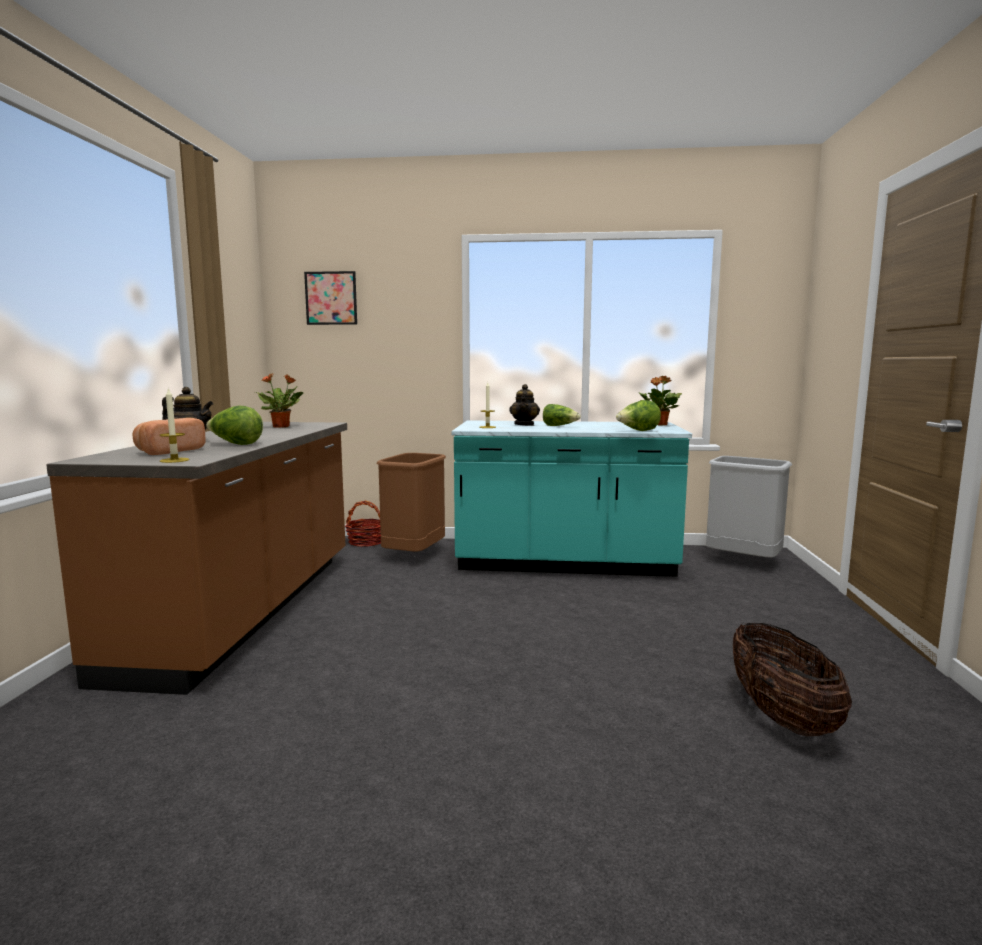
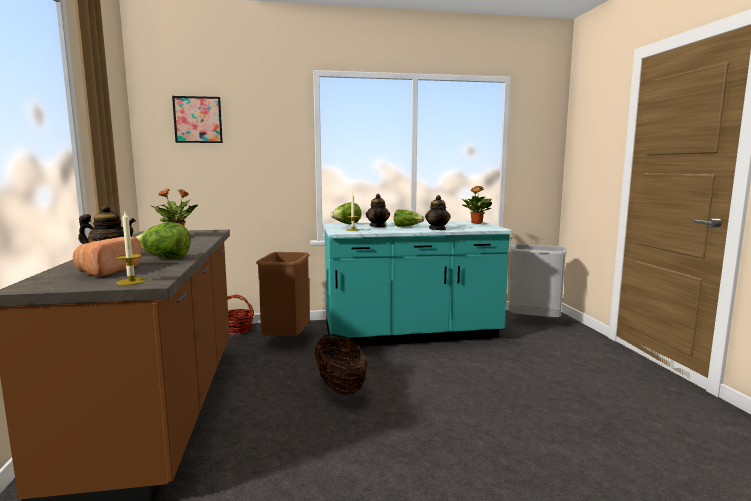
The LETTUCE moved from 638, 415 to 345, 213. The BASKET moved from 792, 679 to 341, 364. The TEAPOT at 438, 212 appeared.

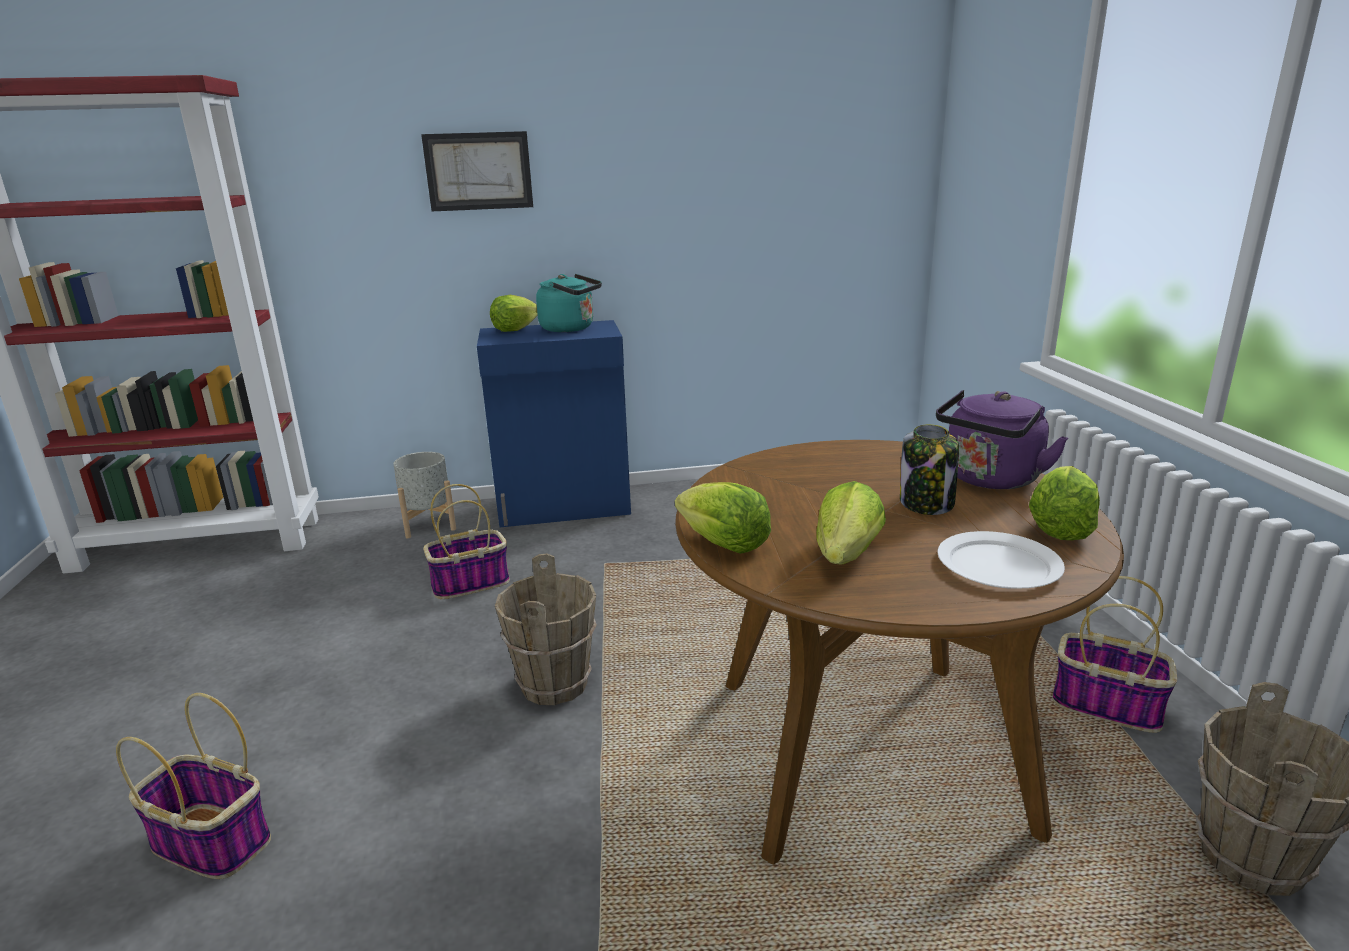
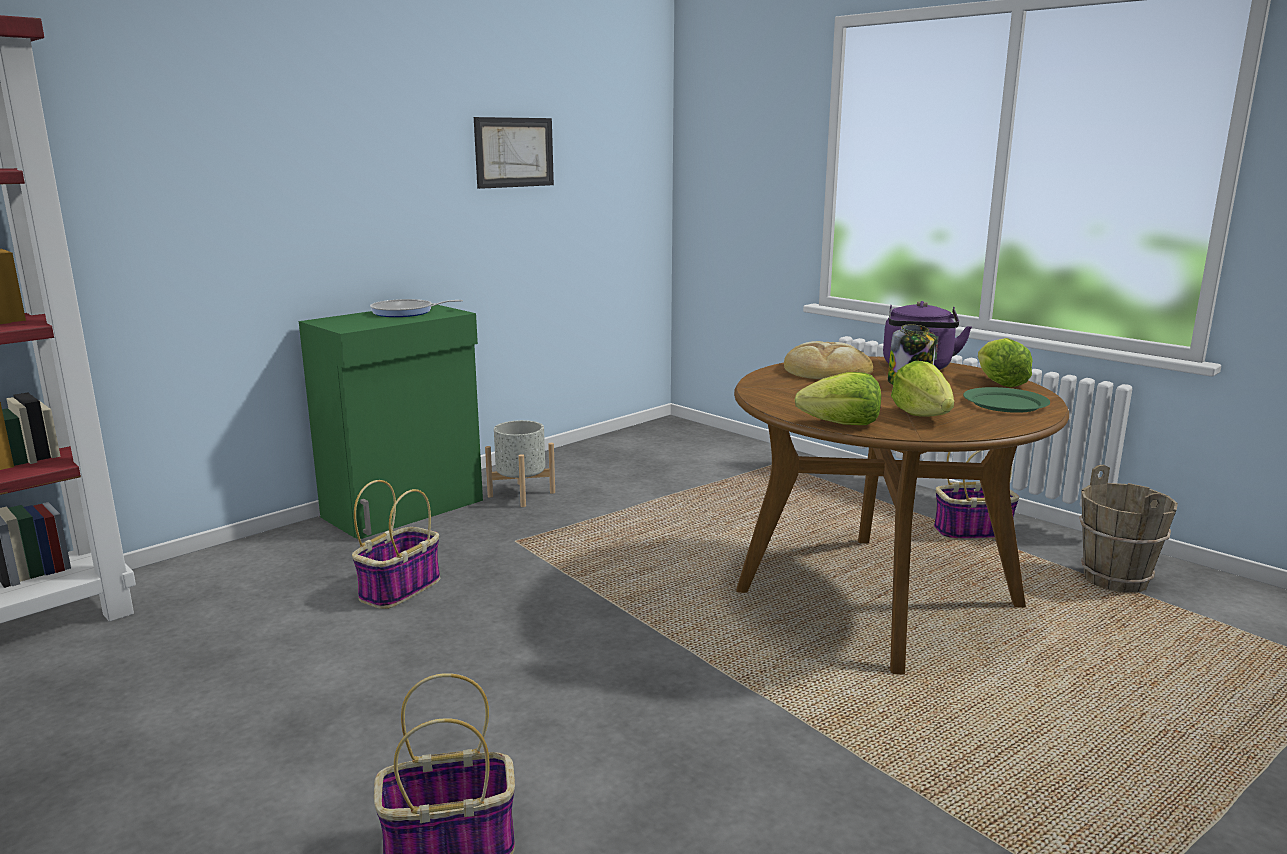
The GREY PLANTER moved from 424, 495 to 520, 463. The PICTURE moved from 477, 171 to 514, 153. The BLUE CABINET at 554, 423 became the GREEN CABINET at 391, 422. The LETTUCE at 514, 313 disappeared. The BROWN BUCKET at 546, 629 disappeared. The TURQUOISE KETTLE at 569, 303 was replaced by the FRYING PAN at 416, 308. The WHITE PLATE at 1001, 560 became the GREEN PLATE at 1006, 400. The BREAD at 828, 360 appeared.

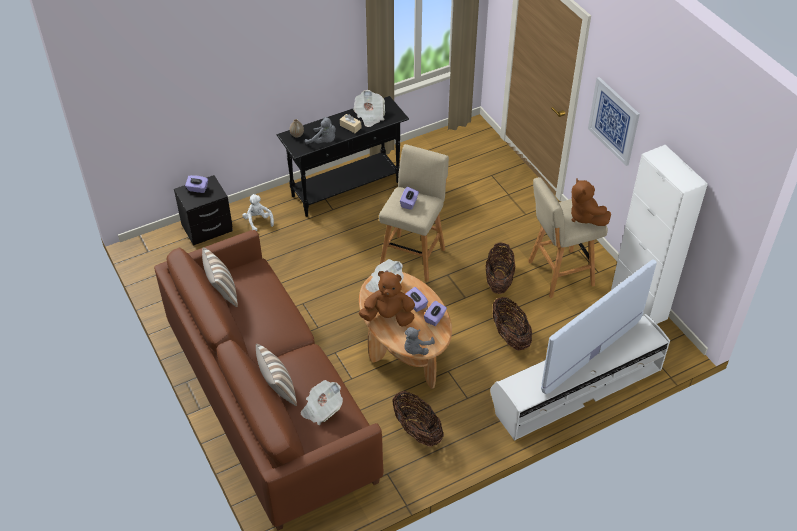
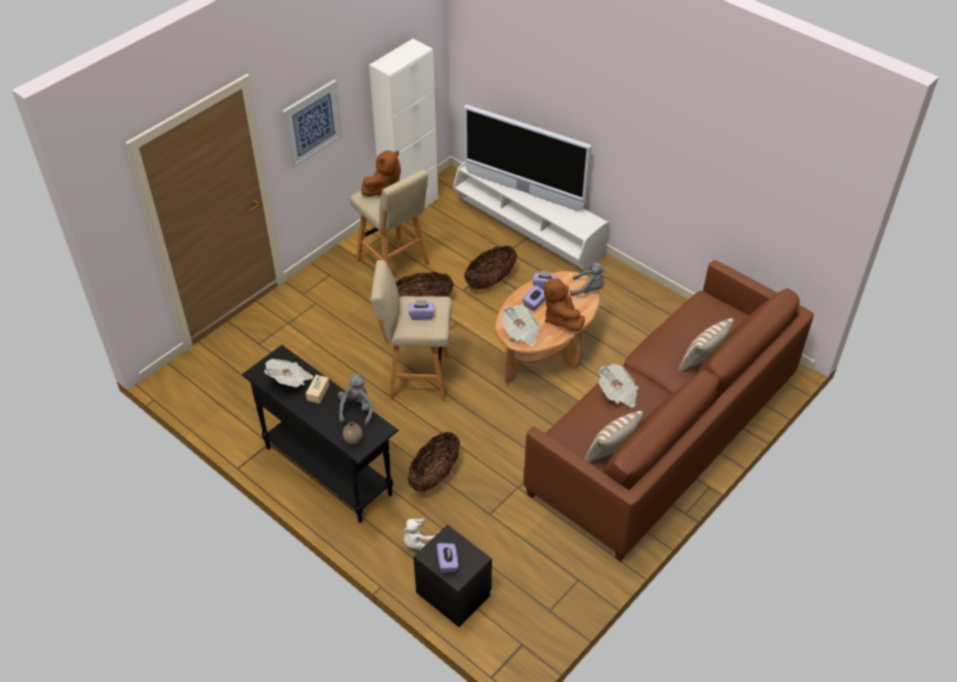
The NEWSPAPER moved from 322, 402 to 619, 386. The BASKET moved from 418, 419 to 434, 462.

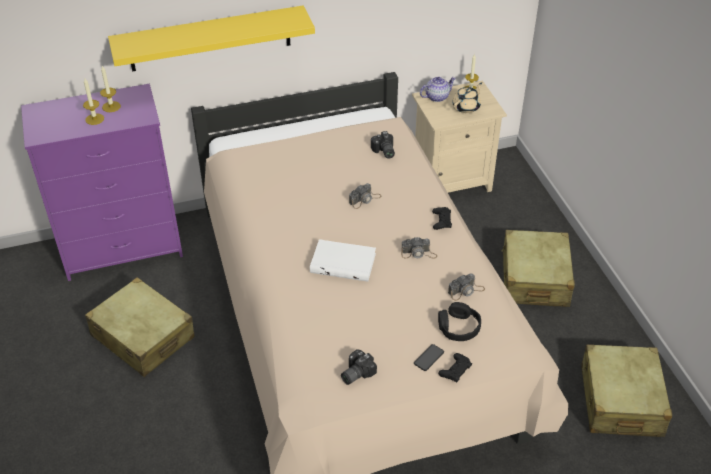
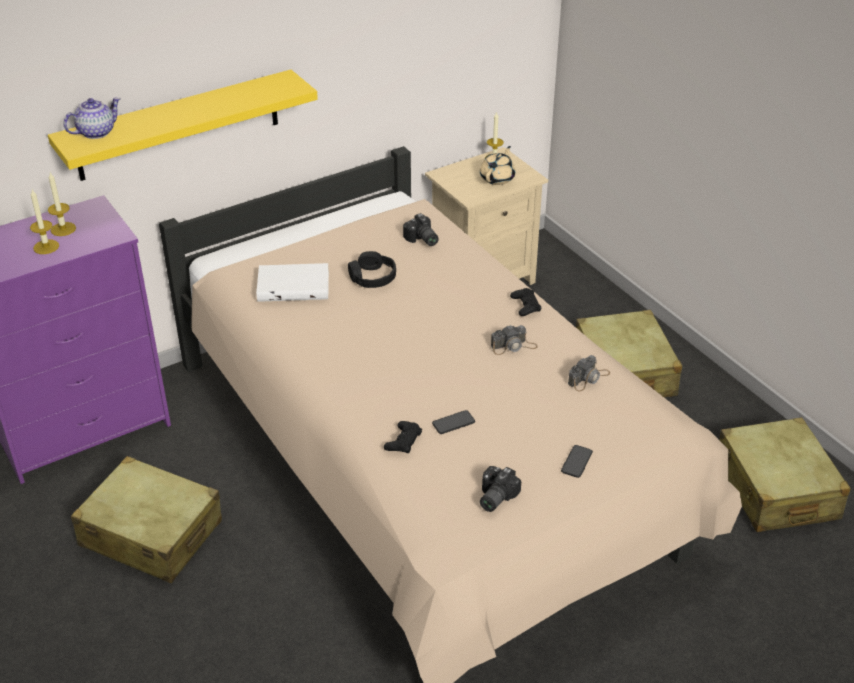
The WHITE BOOK moved from 343, 260 to 292, 282. The PHOTO CAMERA at 365, 196 disappeared. The TEAPOT moved from 438, 89 to 92, 118. The BLACK HEADPHONES moved from 459, 321 to 372, 269. The BLACK GAME CONTROLLER moved from 455, 367 to 403, 437. The PHONE at 453, 422 appeared.

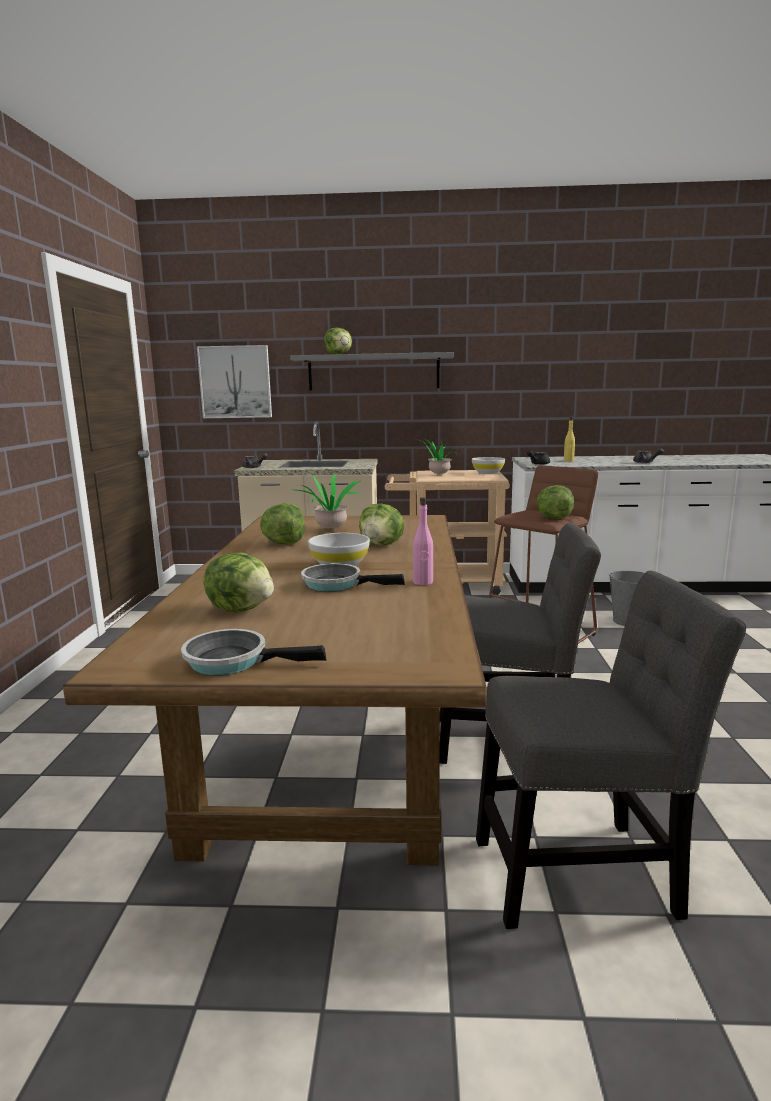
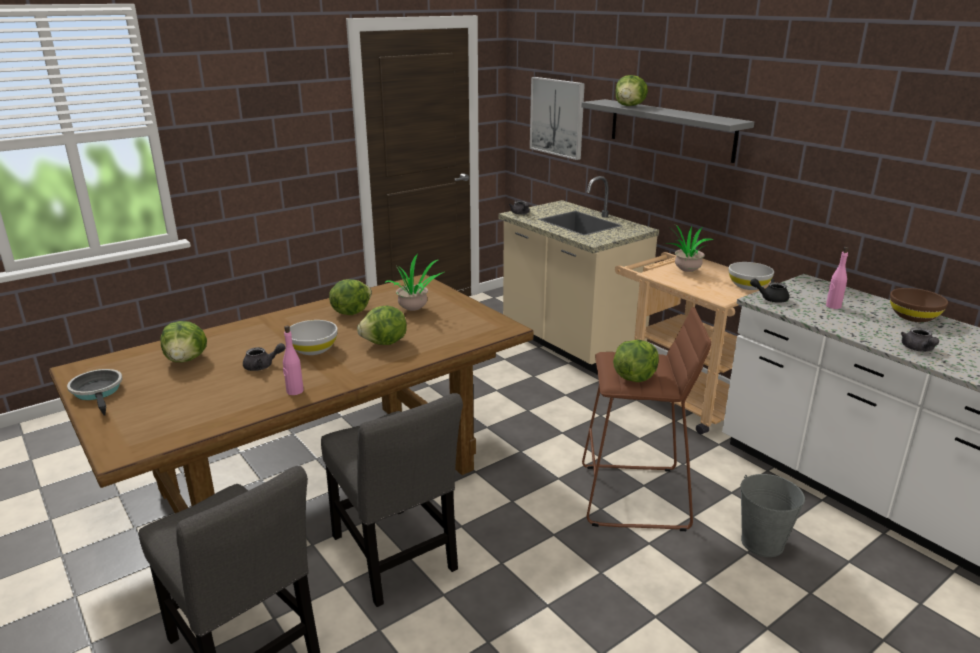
The FRYING PAN at 353, 577 was replaced by the GREY TEAPOT at 264, 357. The YELLOW BOTTLE at 569, 439 became the PINK BOTTLE at 837, 278. The BROWN BOWL at 919, 305 appeared.

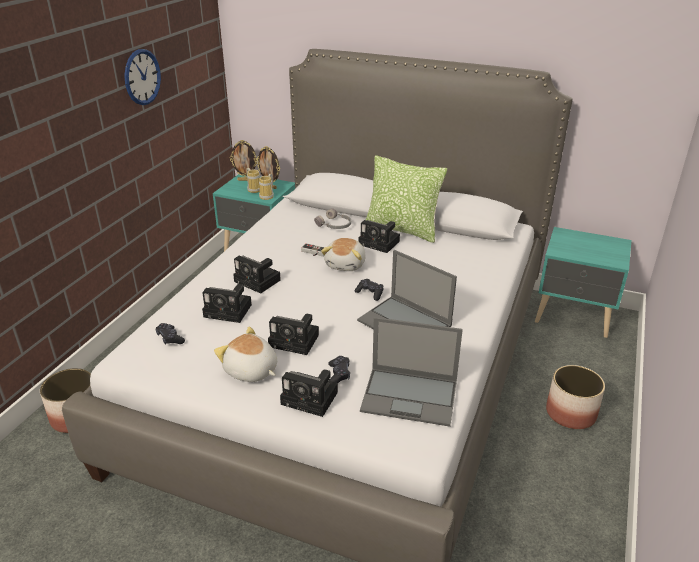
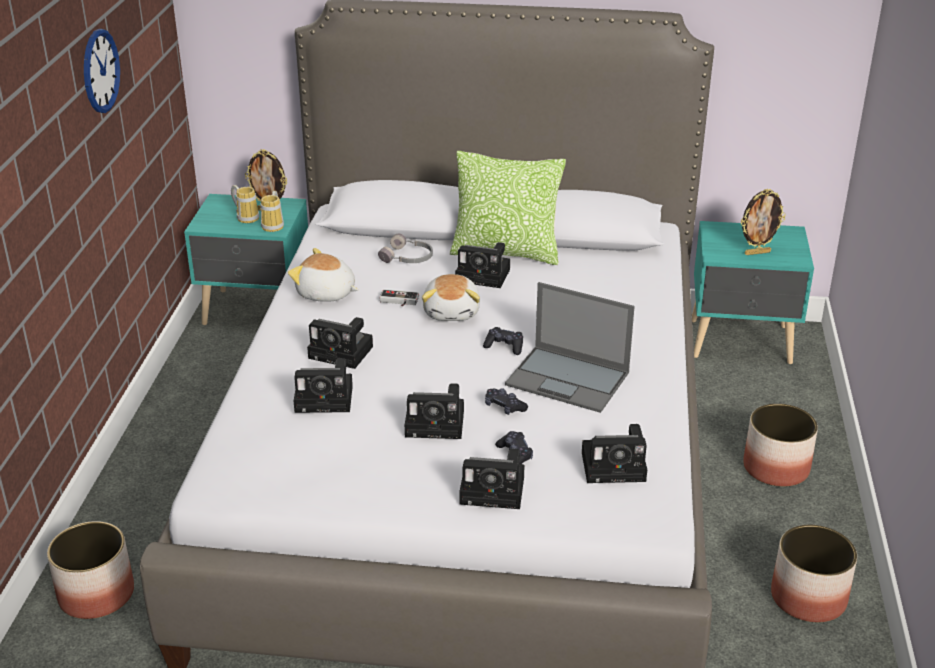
The BLACK GAME CONTROLLER moved from 170, 334 to 506, 401. The PLUSH TOY moved from 245, 354 to 323, 275. The PICTURE FRAME moved from 244, 160 to 763, 222. The LAPTOP at 411, 372 was replaced by the PHOTO CAMERA at 614, 453. The PLANTER at 814, 573 appeared.

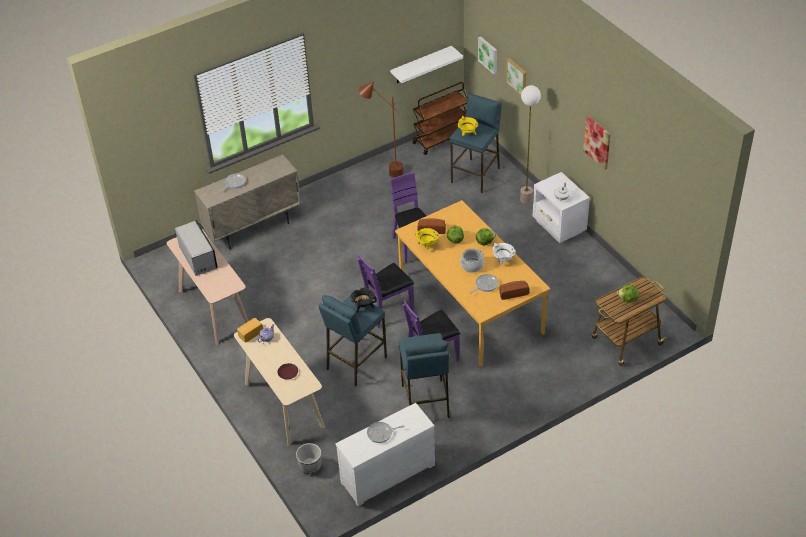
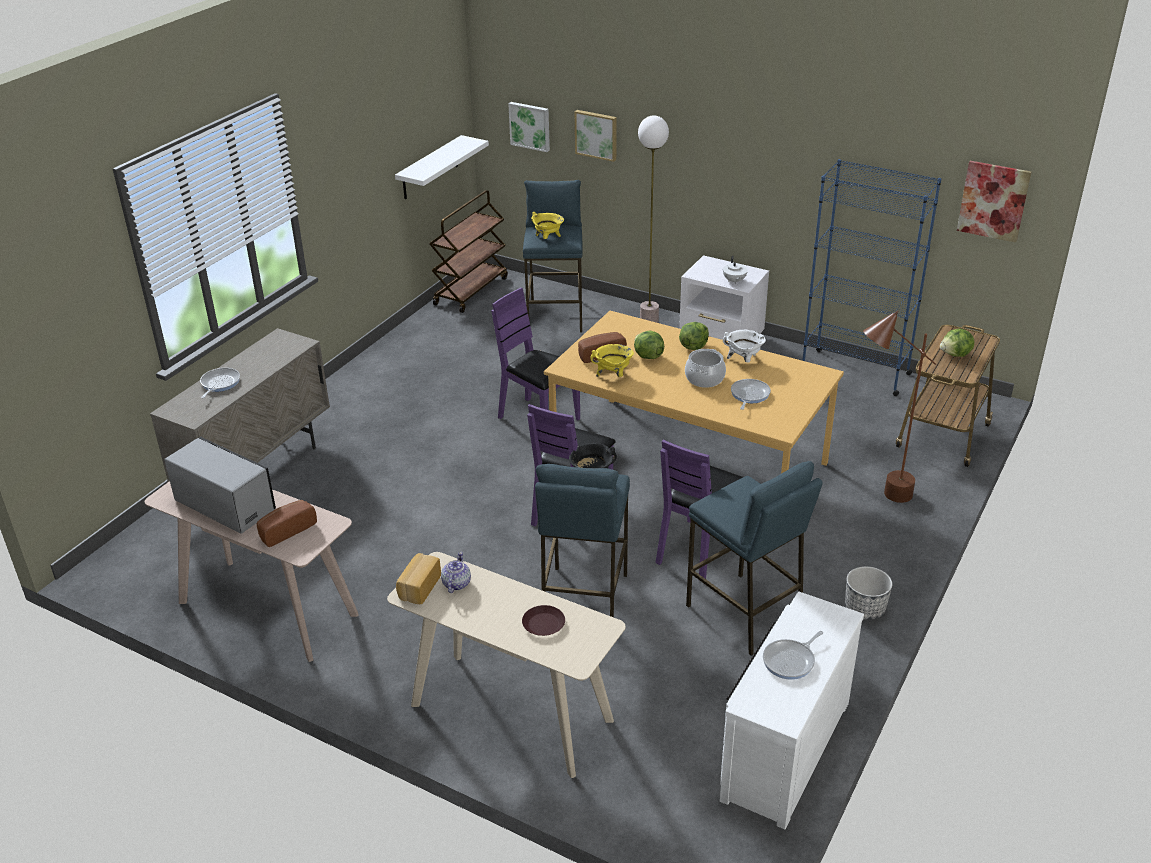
The PLANTER moved from 309, 458 to 868, 593. The BROWN FLOOR LAMP moved from 381, 130 to 899, 406. The BREAD moved from 514, 290 to 287, 523. The PICTURE moved from 597, 143 to 994, 202. The BLUE BOOKCASE at 871, 277 appeared.

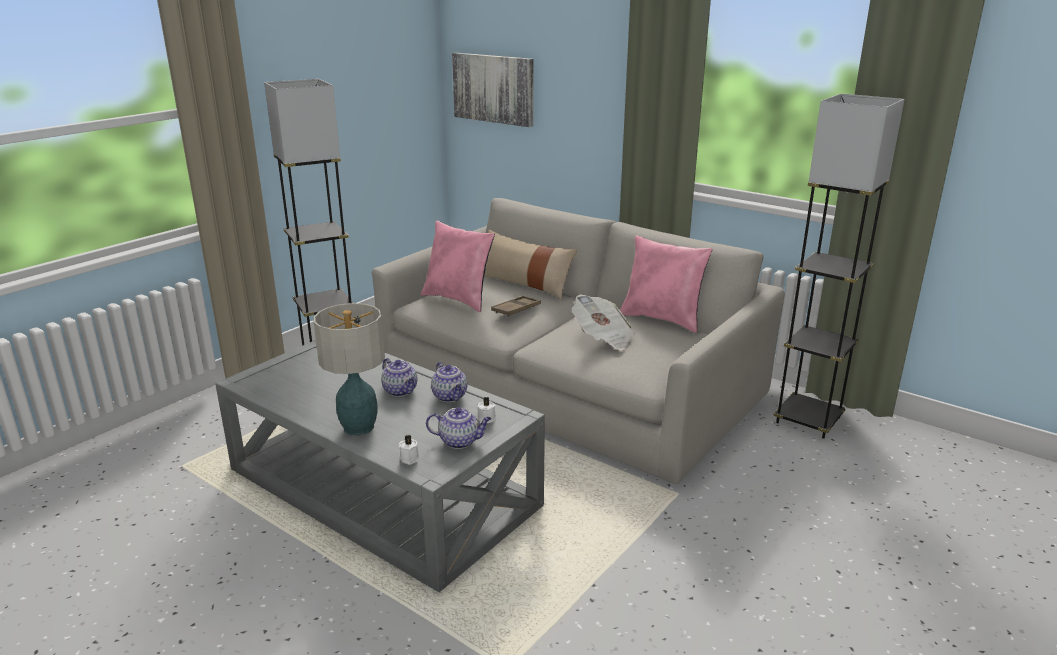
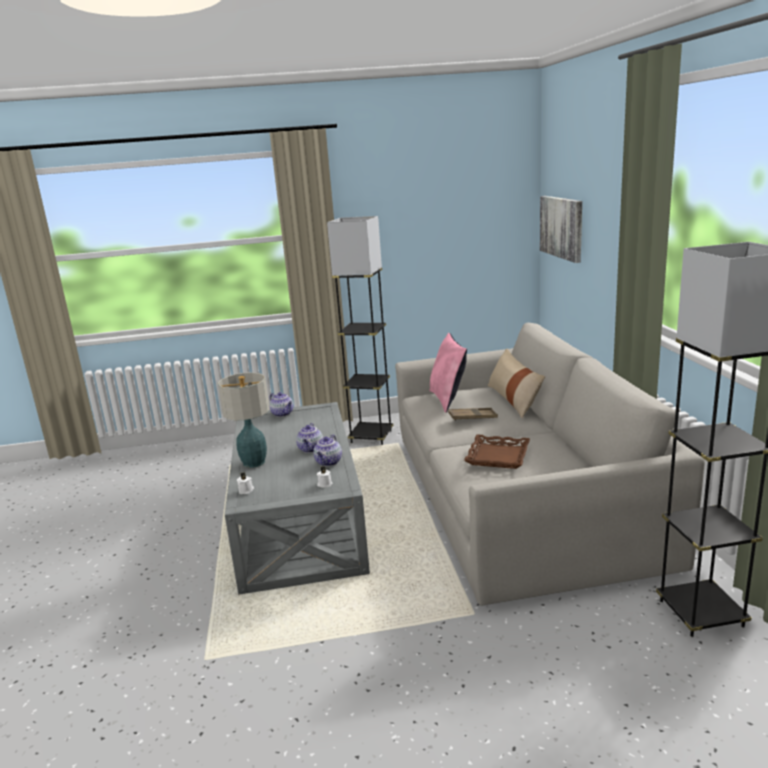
The TEAPOT moved from 458, 428 to 281, 404. The NEWSPAPER at 603, 322 was replaced by the BROWN TRAY at 497, 451. The PINK PILLOW at 666, 284 disappeared.

